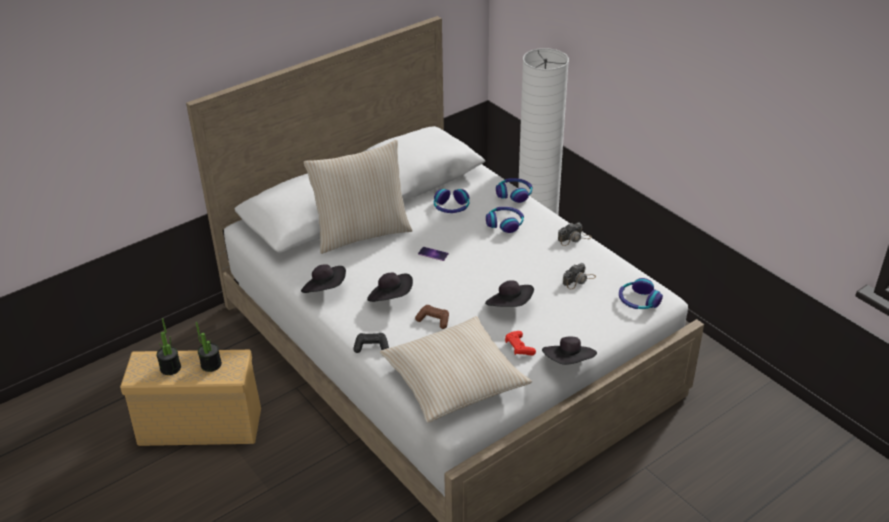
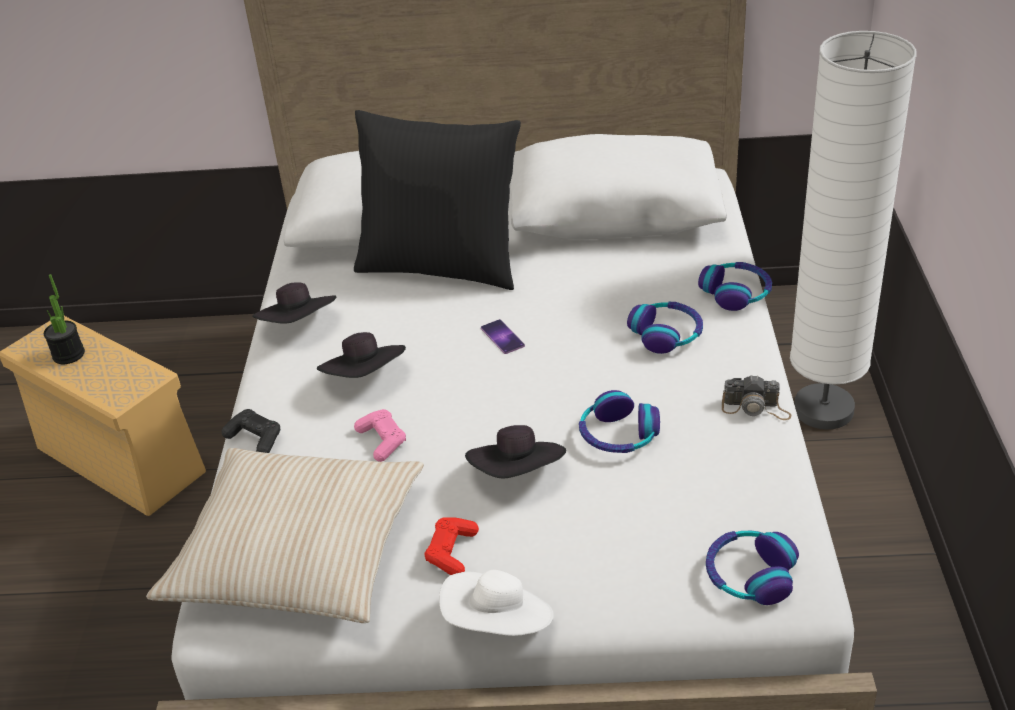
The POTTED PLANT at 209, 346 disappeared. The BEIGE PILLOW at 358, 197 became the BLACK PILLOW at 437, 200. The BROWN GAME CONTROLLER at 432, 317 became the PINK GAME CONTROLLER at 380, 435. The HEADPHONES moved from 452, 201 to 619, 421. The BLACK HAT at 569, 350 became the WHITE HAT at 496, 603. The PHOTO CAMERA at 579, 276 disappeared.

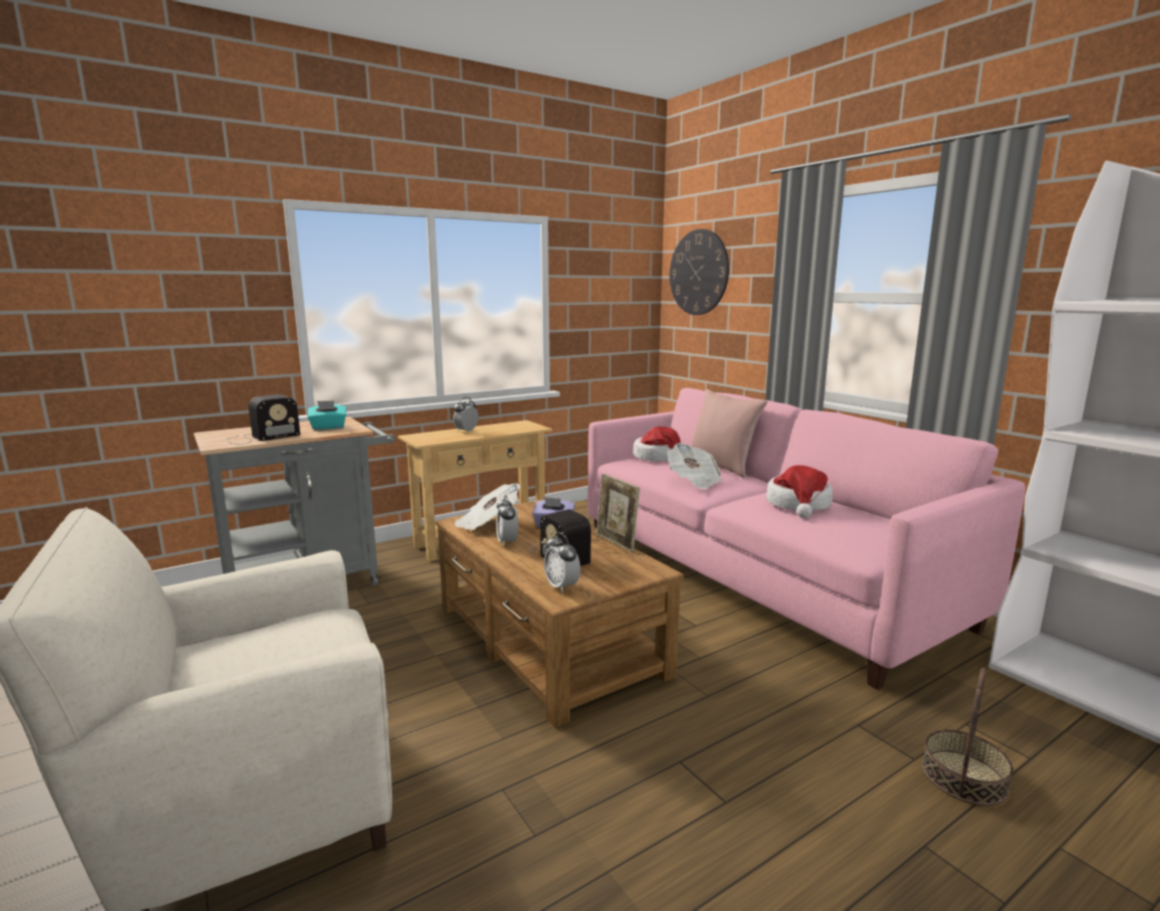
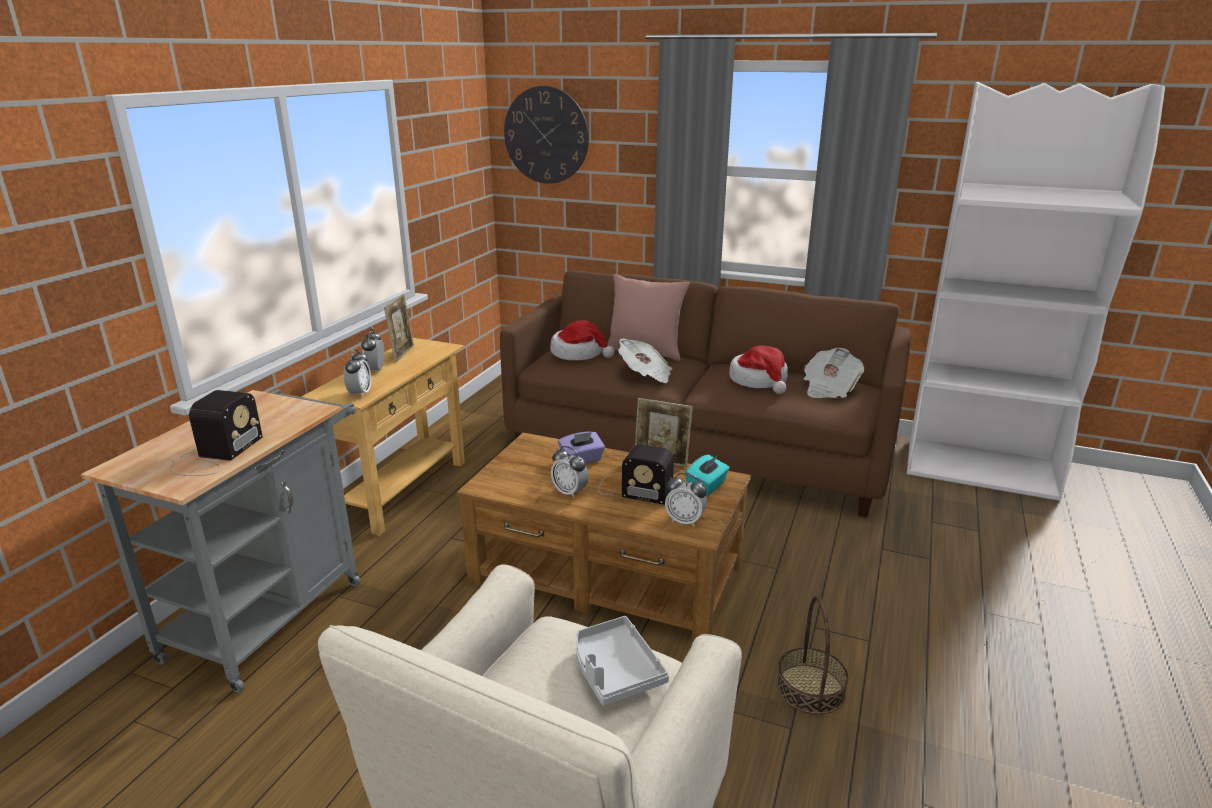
The TURQUOISE TISSUE BOX moved from 327, 415 to 707, 475. The NEWSPAPER moved from 487, 507 to 834, 373. The PINK SOFA at 807, 539 became the BROWN SOFA at 705, 394. The BASKET moved from 967, 737 to 812, 655. The ALARM CLOCK at 357, 373 appeared. The PICTURE FRAME at 399, 328 appeared. The GREY TRAY at 622, 661 appeared.

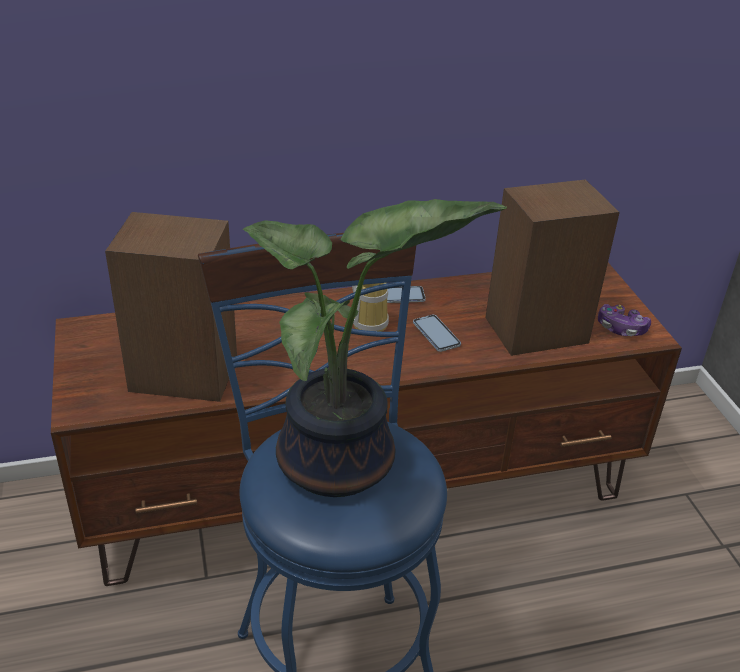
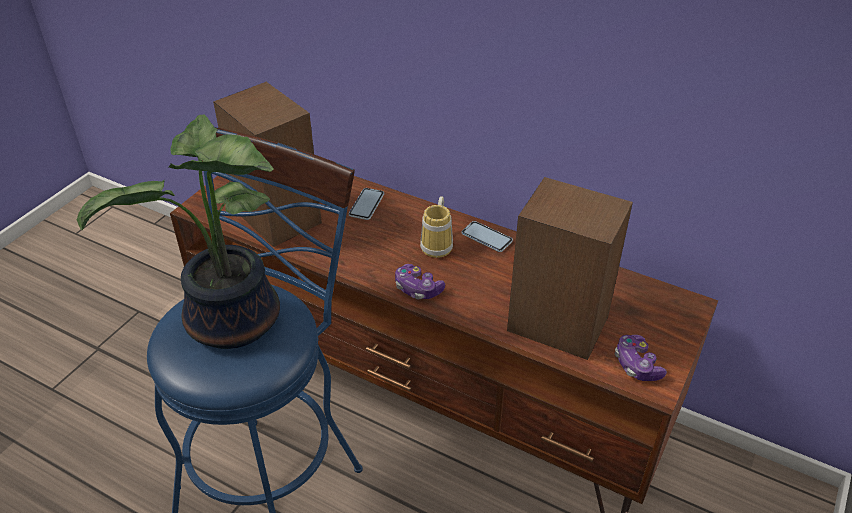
The PHONE moved from 437, 333 to 366, 204. The GAME CONTROLLER at 420, 281 appeared.

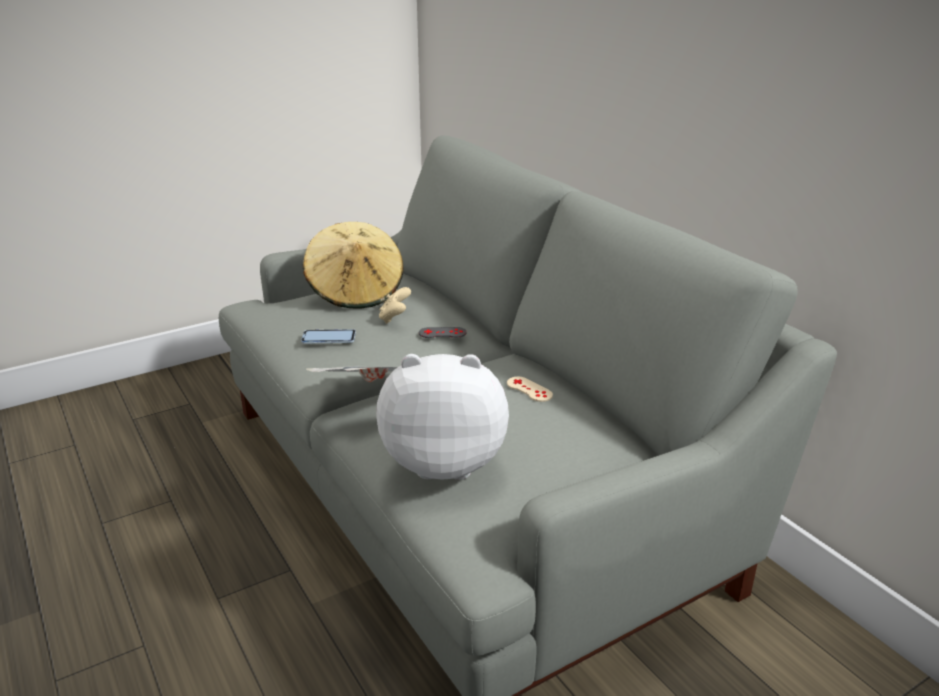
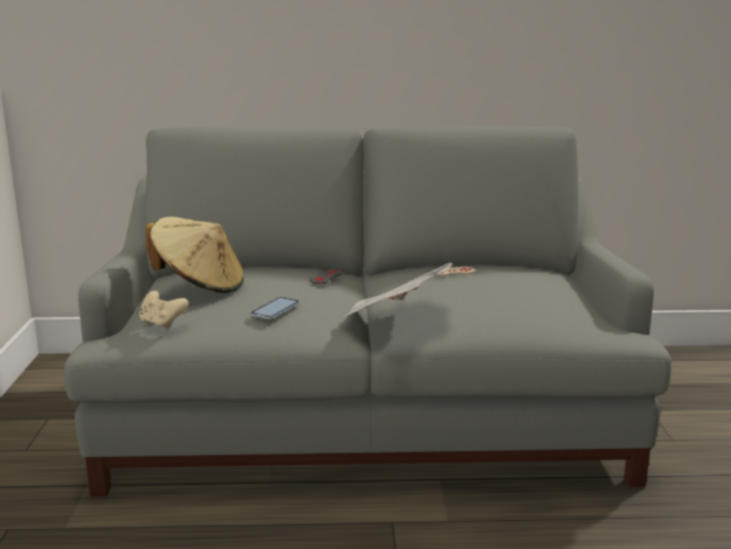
The PLUSH TOY at 443, 417 disappeared. The BEIGE GAME CONTROLLER moved from 395, 305 to 164, 310.

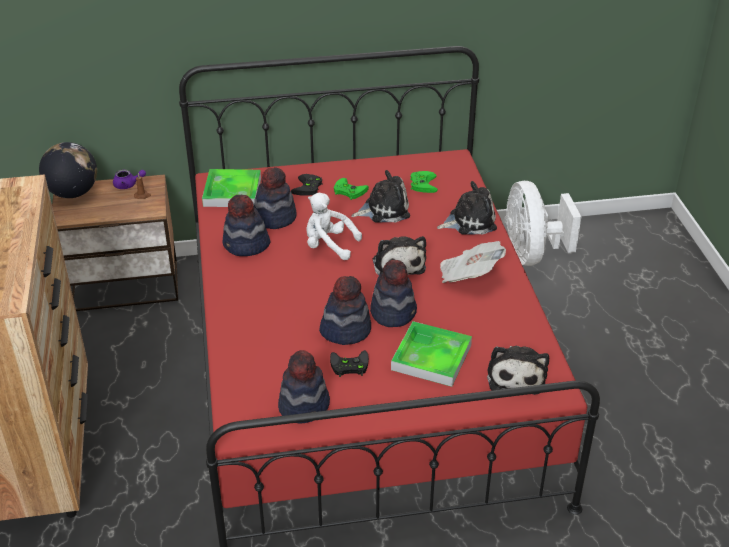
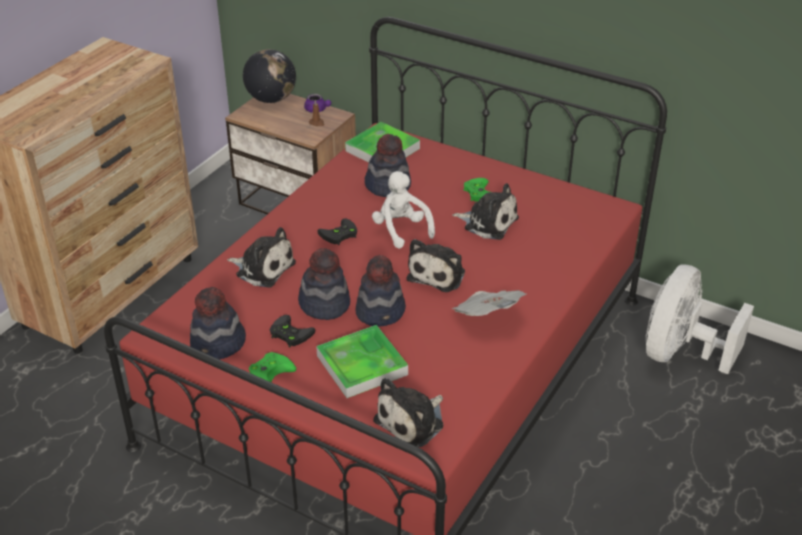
The HAT at 246, 225 disappeared. The BLACK GAME CONTROLLER moved from 307, 185 to 337, 232. The GREEN GAME CONTROLLER moved from 424, 182 to 272, 367. The PLUSH TOY moved from 467, 208 to 261, 257.

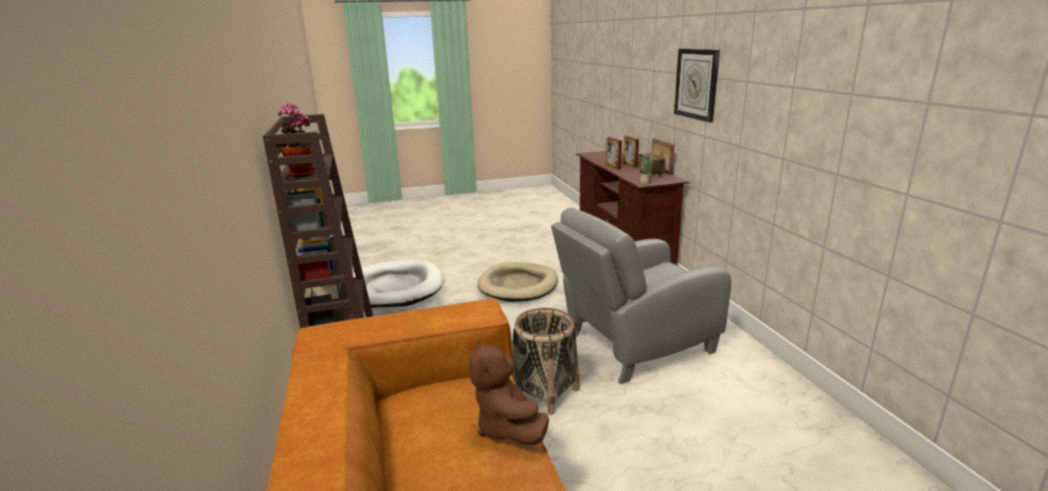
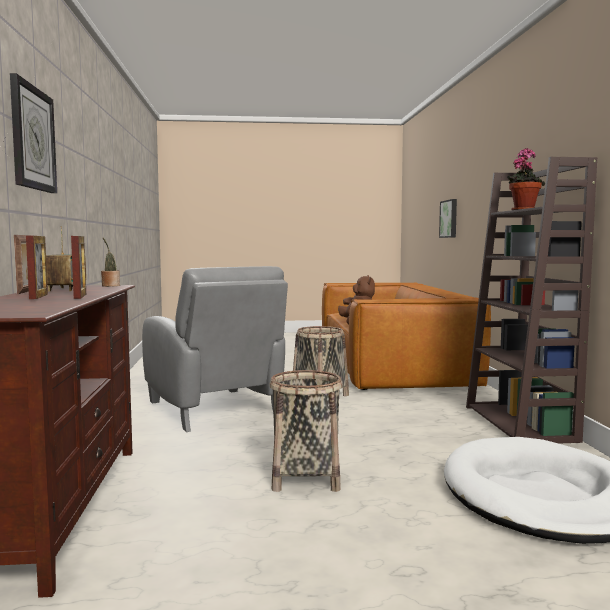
The BEIGE DOG BED at 517, 282 was replaced by the BASKET at 306, 431. The GREY ARMCHAIR at 641, 296 turned 75 degrees clockwise. The PICTURE at 448, 218 appeared.

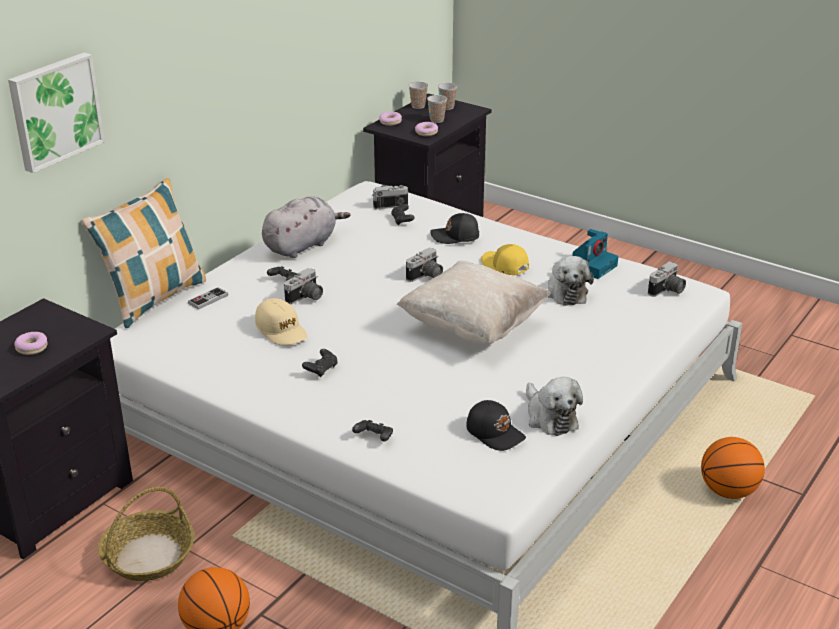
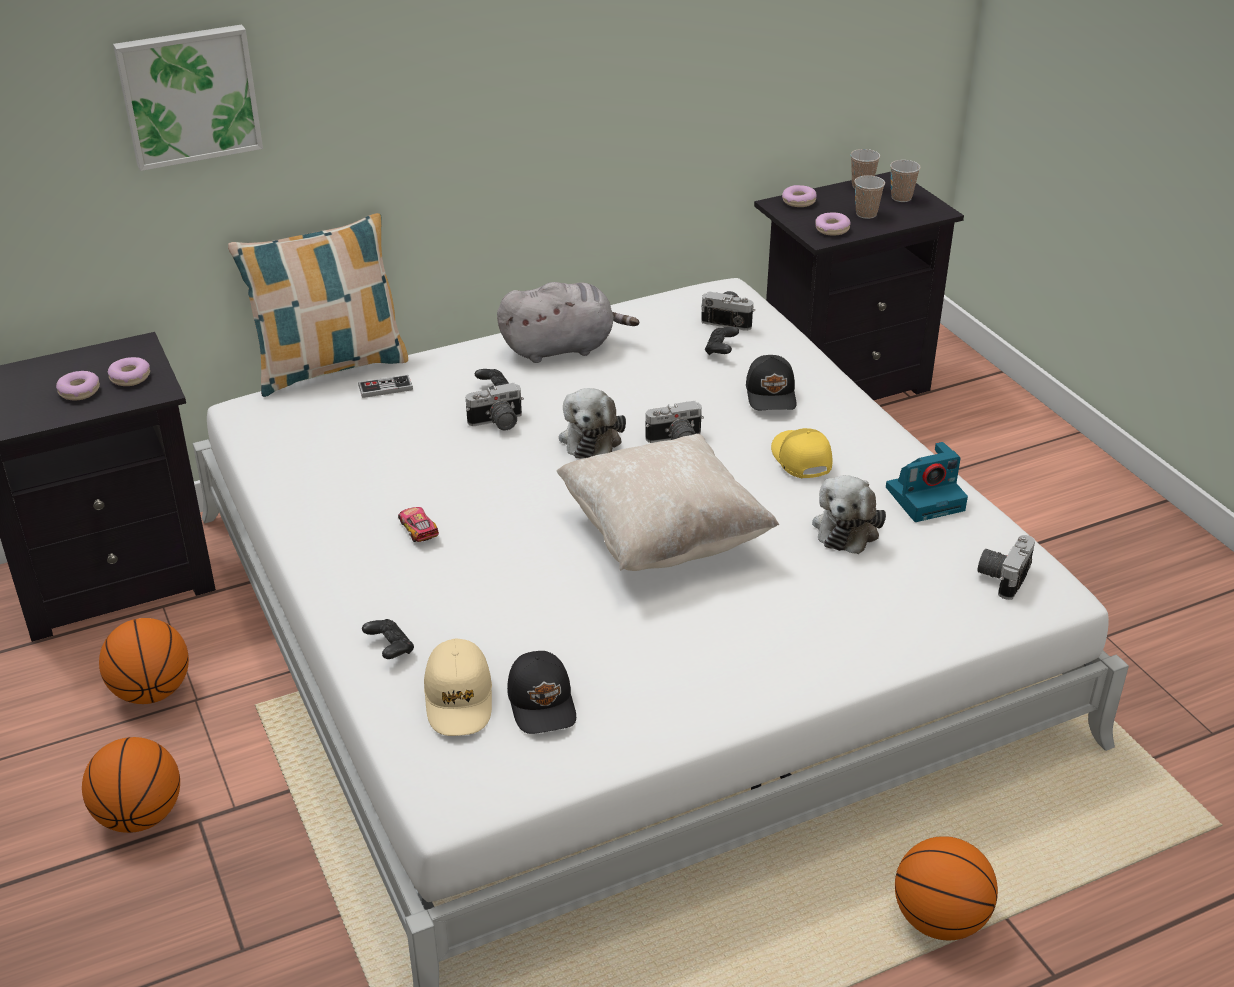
The BASKET at 146, 534 was replaced by the BASKETBALL at 144, 661. The BEIGE CAP moved from 281, 321 to 458, 687. The BLACK GAME CONTROLLER at 319, 363 was replaced by the TOY CAR at 418, 524. The BLACK CAP at 454, 228 turned 120 degrees counterclockwise. The PLUSH TOY moved from 554, 406 to 592, 423. The PHOTO CAMERA at 667, 279 turned 135 degrees clockwise. The DONUT at 129, 371 appeared.

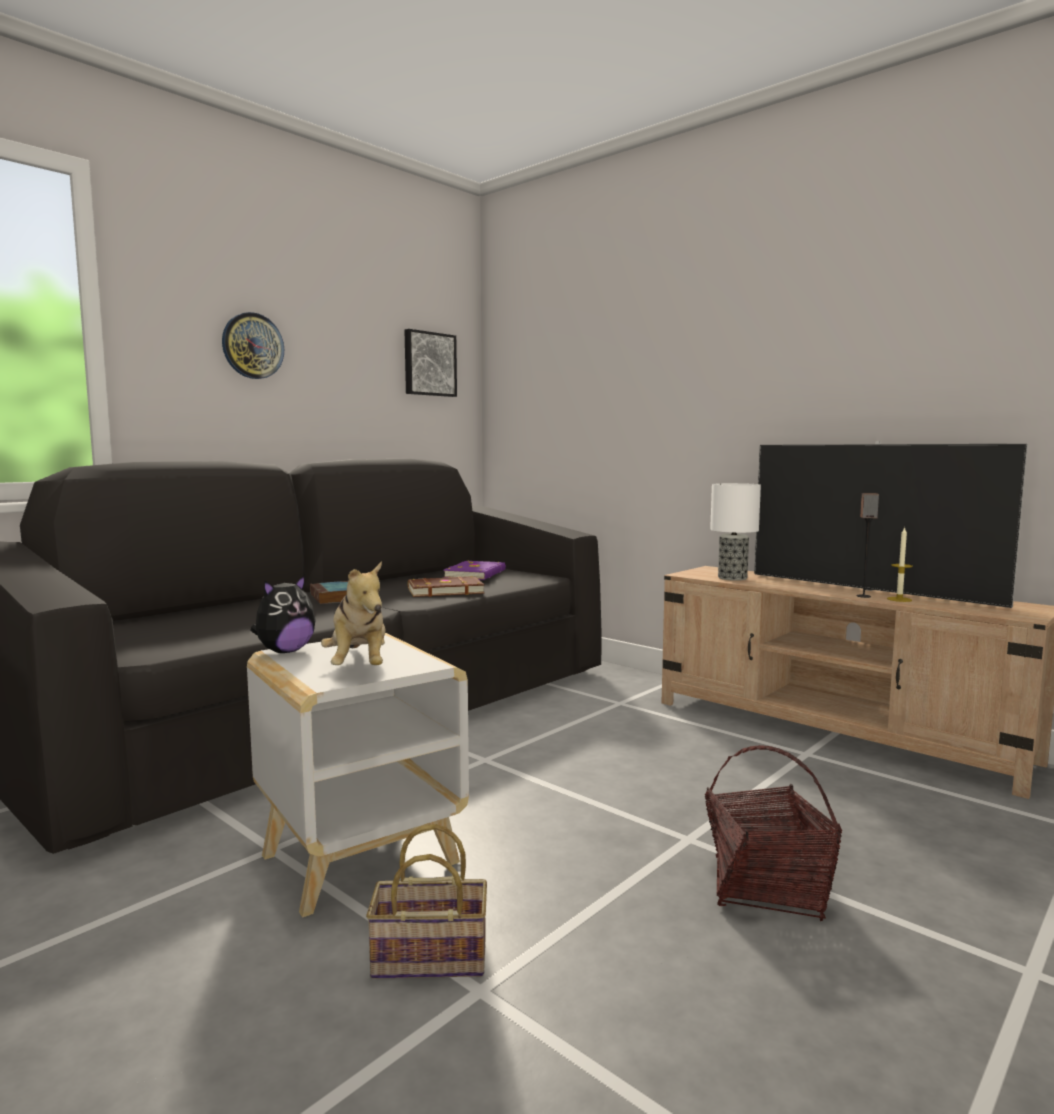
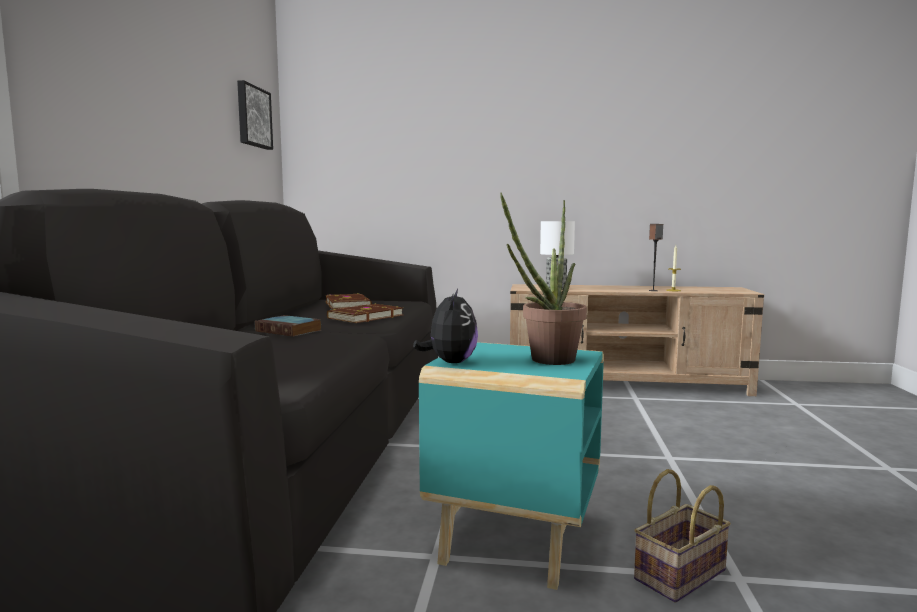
The WALL CLOCK at 253, 345 disappeared. The WHITE SIDE TABLE at 358, 775 became the TURQUOISE SIDE TABLE at 511, 466. The PLUSH TOY at 353, 613 was replaced by the POTTED PLANT at 543, 278. The PURPLE BOOK at 474, 570 became the BROWN BOOK at 348, 301. The BASKET at 773, 833 disappeared. The TELEVISION at 891, 524 disappeared.

